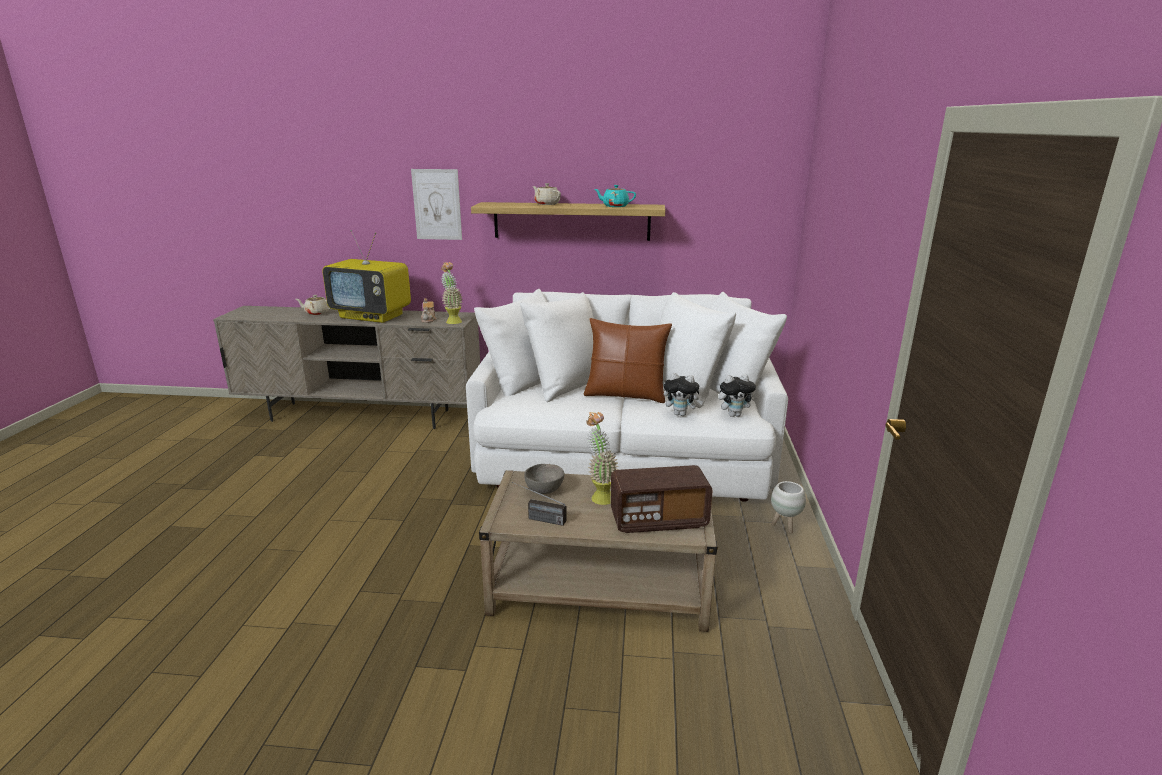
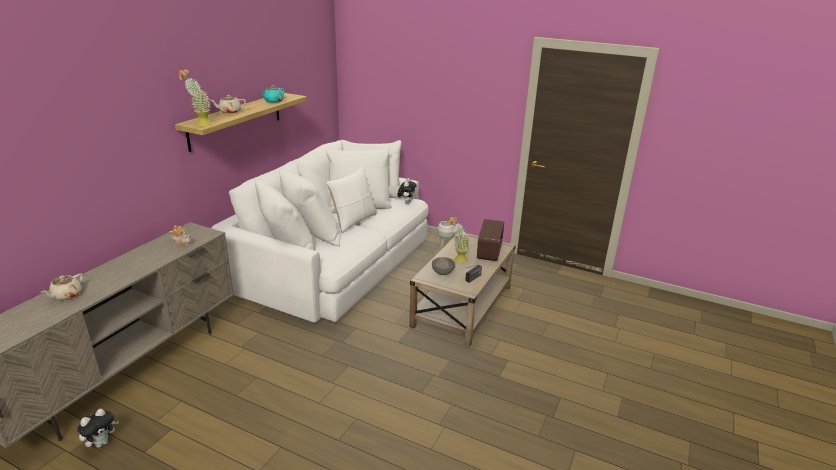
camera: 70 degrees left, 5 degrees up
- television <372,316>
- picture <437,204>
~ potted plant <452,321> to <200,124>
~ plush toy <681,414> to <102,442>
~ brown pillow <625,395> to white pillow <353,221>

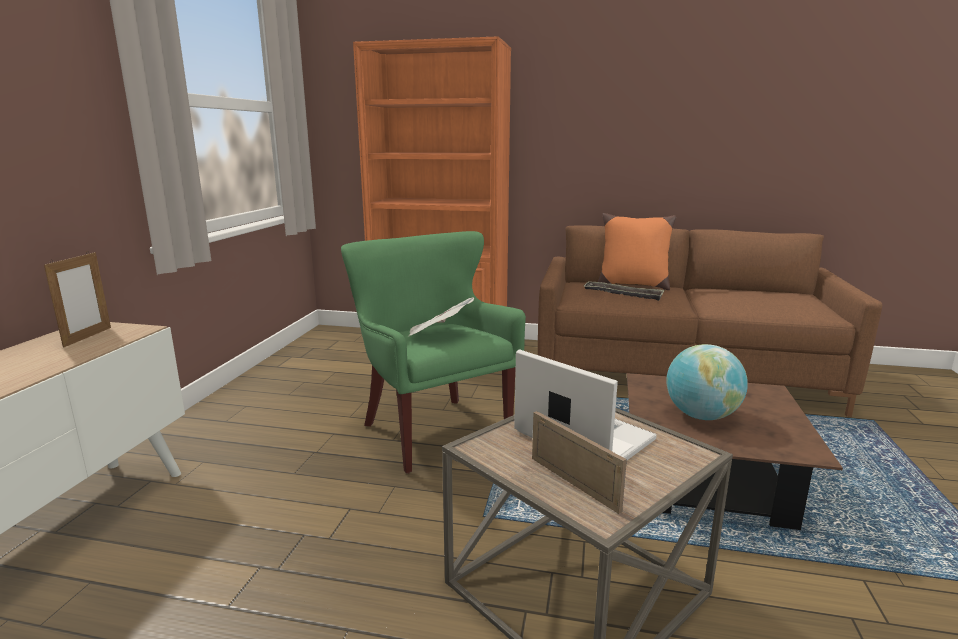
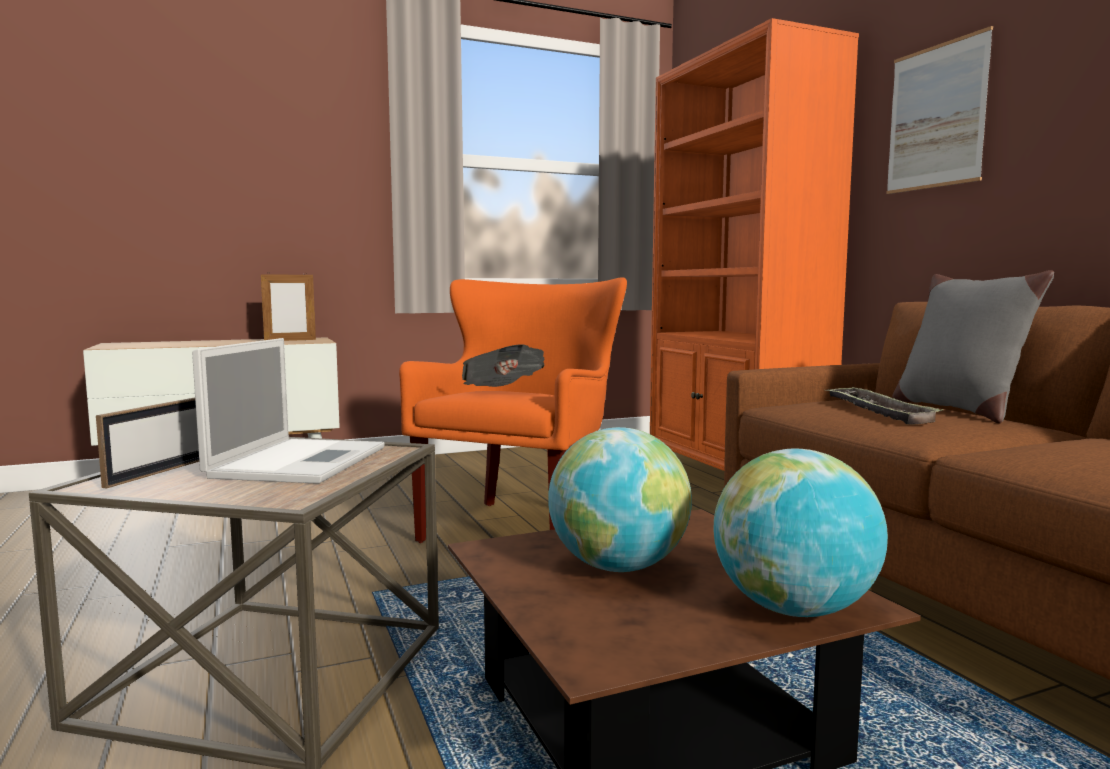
camera: 55 degrees right, 10 degrees down
+ globe <794,609>
+ picture <936,117>
~ green armchair <434,431> to orange armchair <521,529>
~ orange pillow <632,284> to grey pillow <957,410>

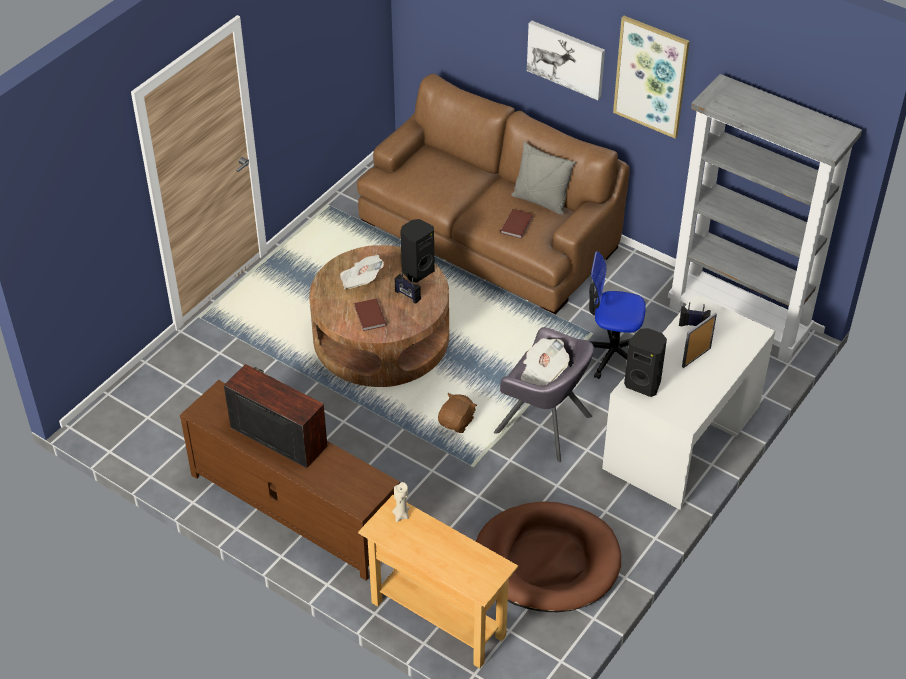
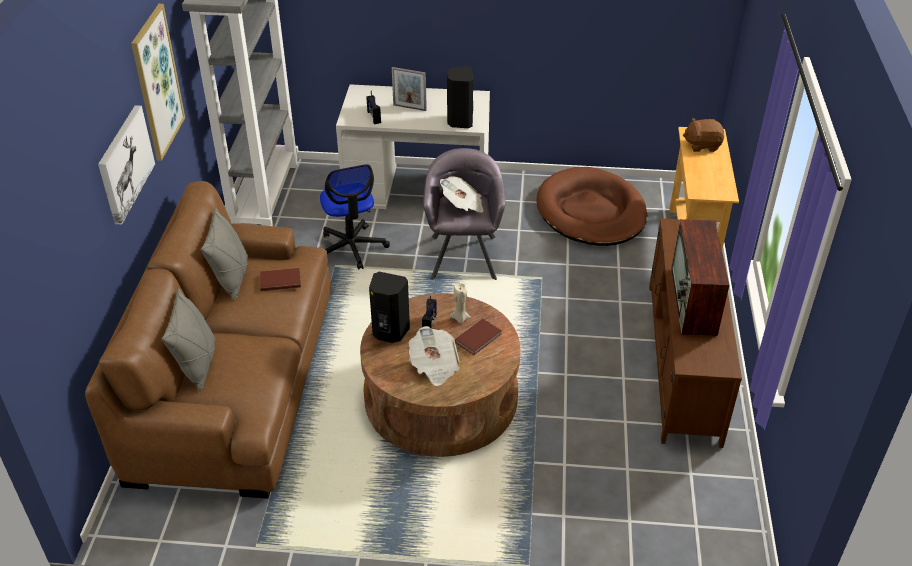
camera: 120 degrees left, 5 degrees down
+ grey pillow <198,364>
~ beige candle <401,515> to <460,319>
~ brown plush toy <457,422> to <702,145>

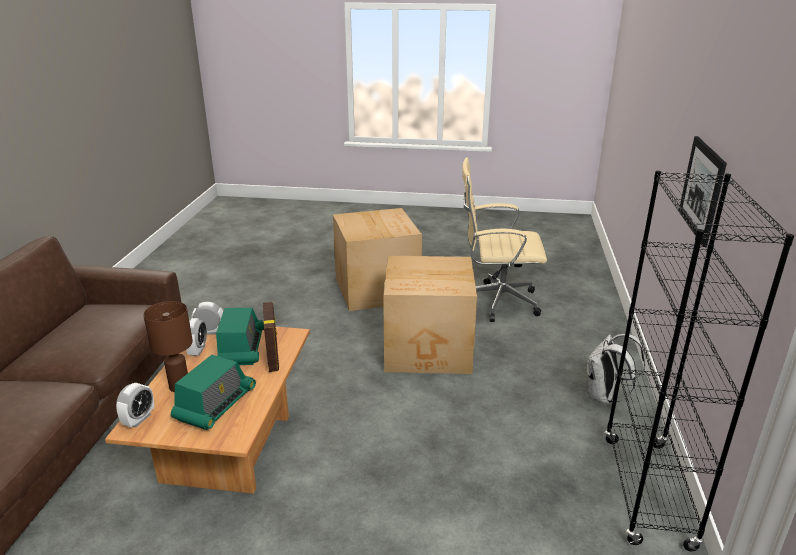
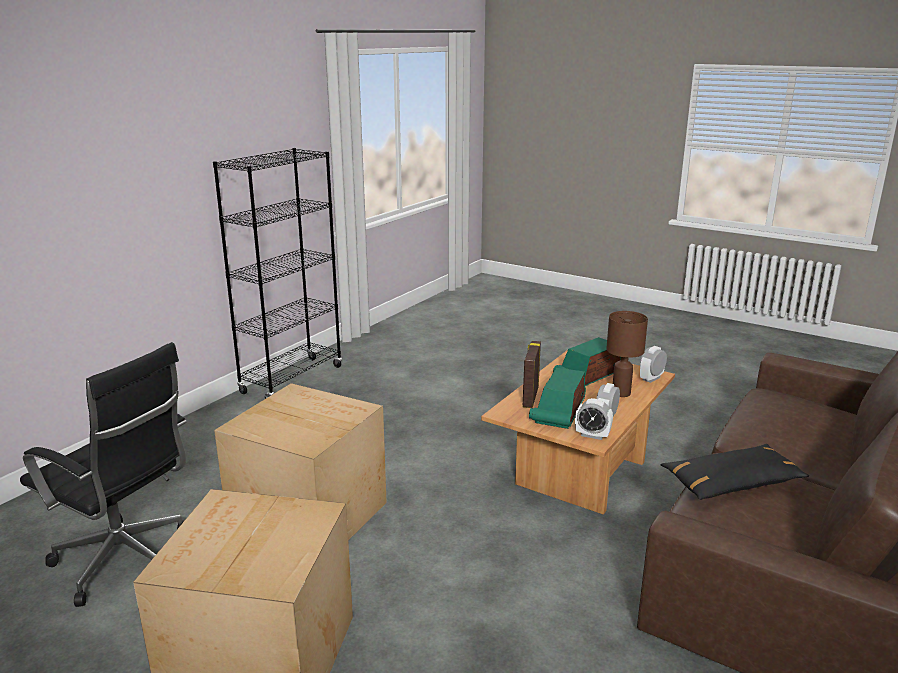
camera: 155 degrees left, 5 degrees down
- white backpack <604,397>
- picture <702,189>
+ black pillow <732,483>
~ beige office chair <496,302> to black office chair <127,562>

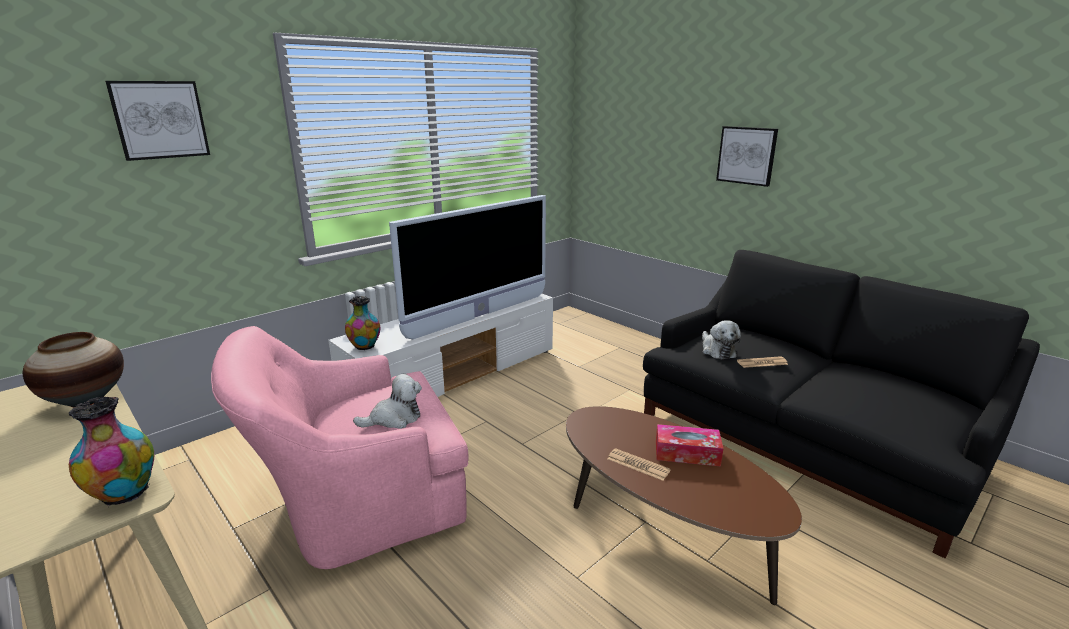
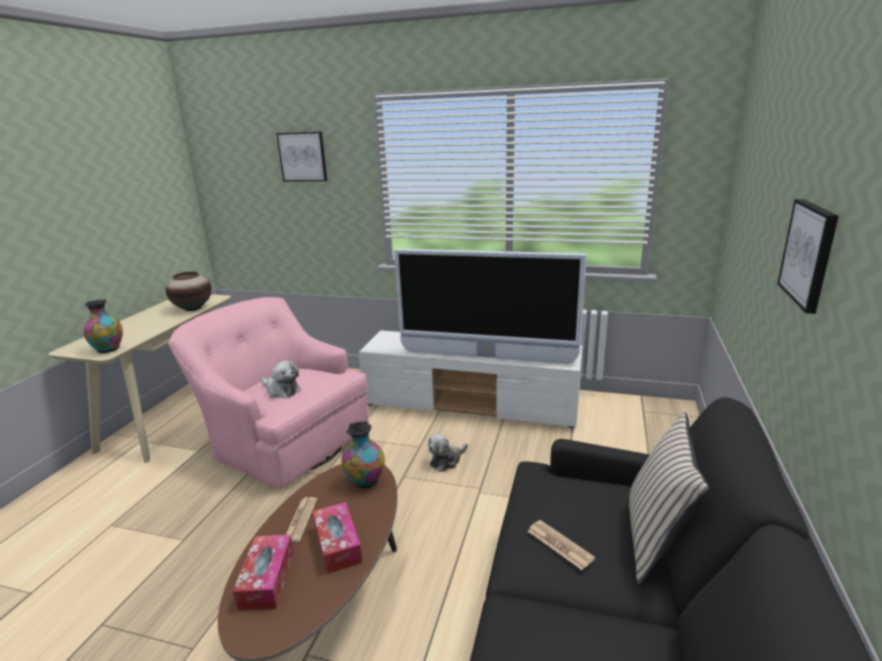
camera: 60 degrees right, 0 degrees up
+ tissue box <267,579>
+ beige pillow <656,538>
~ vase <365,347> to <365,482>
~ plush toy <717,350> to <447,460>

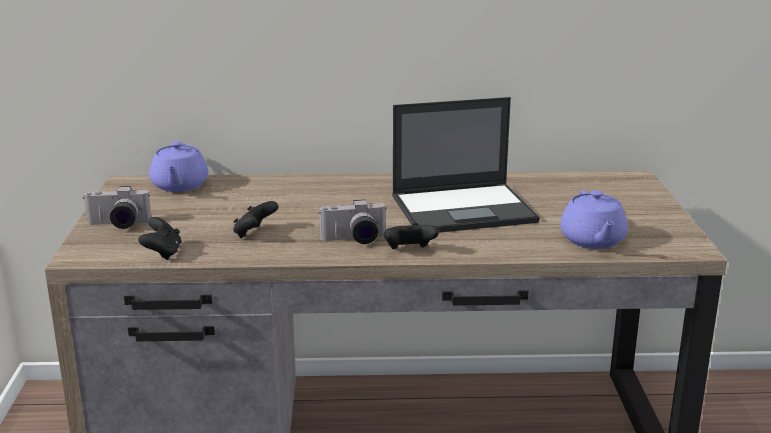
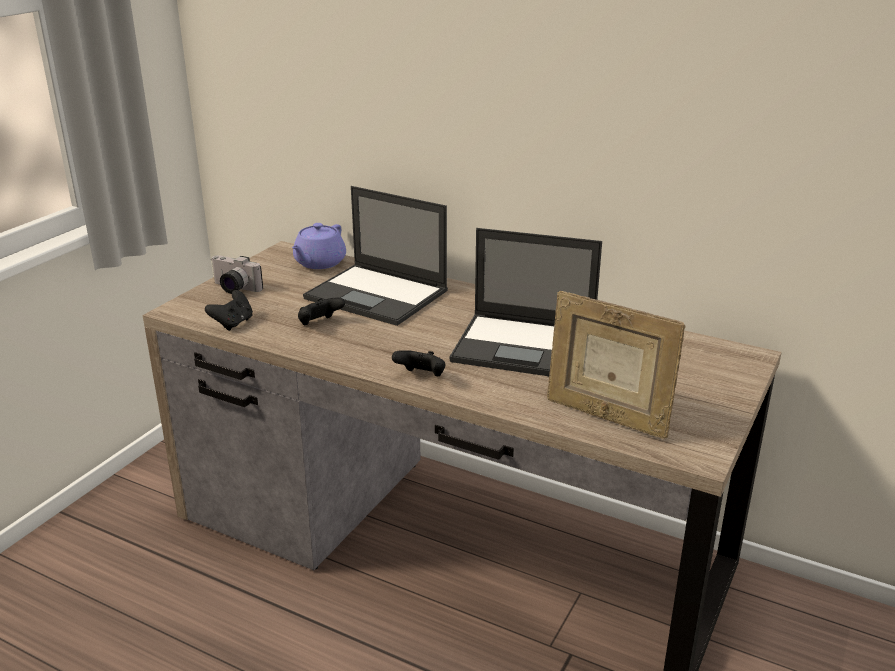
camera: 30 degrees right, 5 degrees up
- photo camera <354,240>
+ laptop <378,295>
~ purple teapot <593,241> to picture frame <606,416>

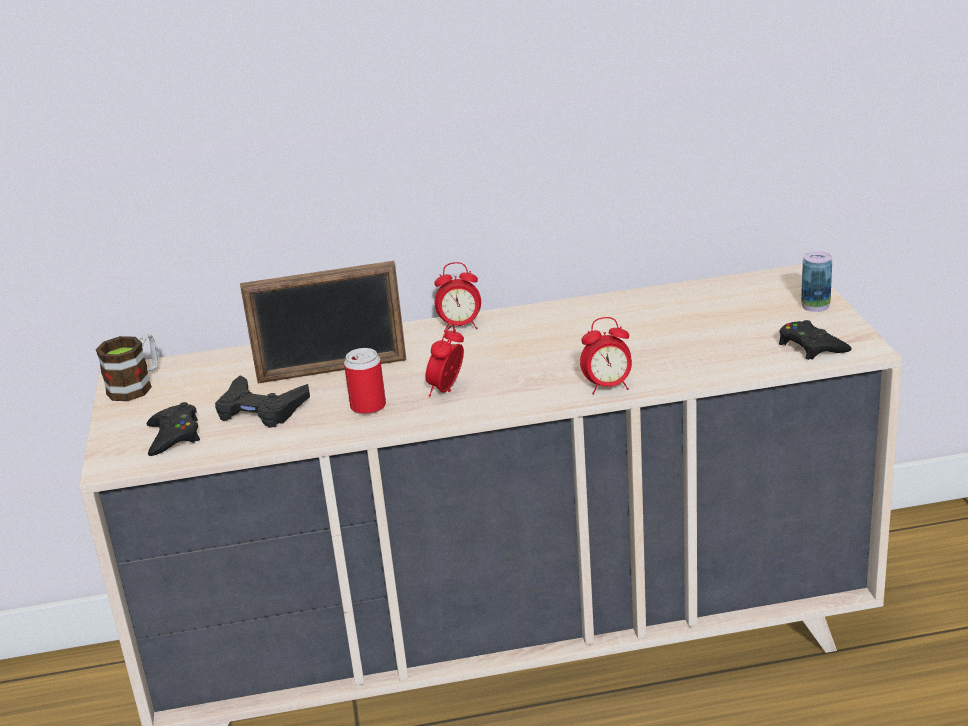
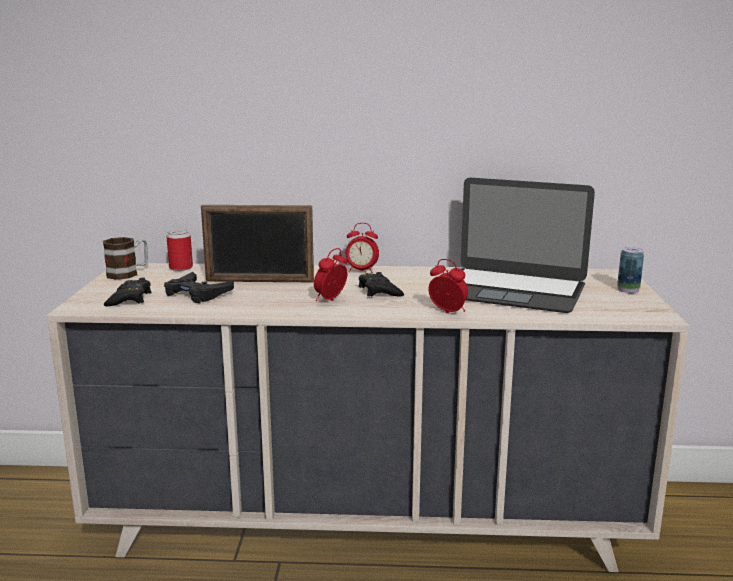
camera: 10 degrees right, 10 degrees down
+ laptop <511,290>
~ can <368,407> to <181,268>
~ black game controller <811,346> to <379,291>
~ alarm clock <608,387> = <448,312> 150 degrees counterclockwise

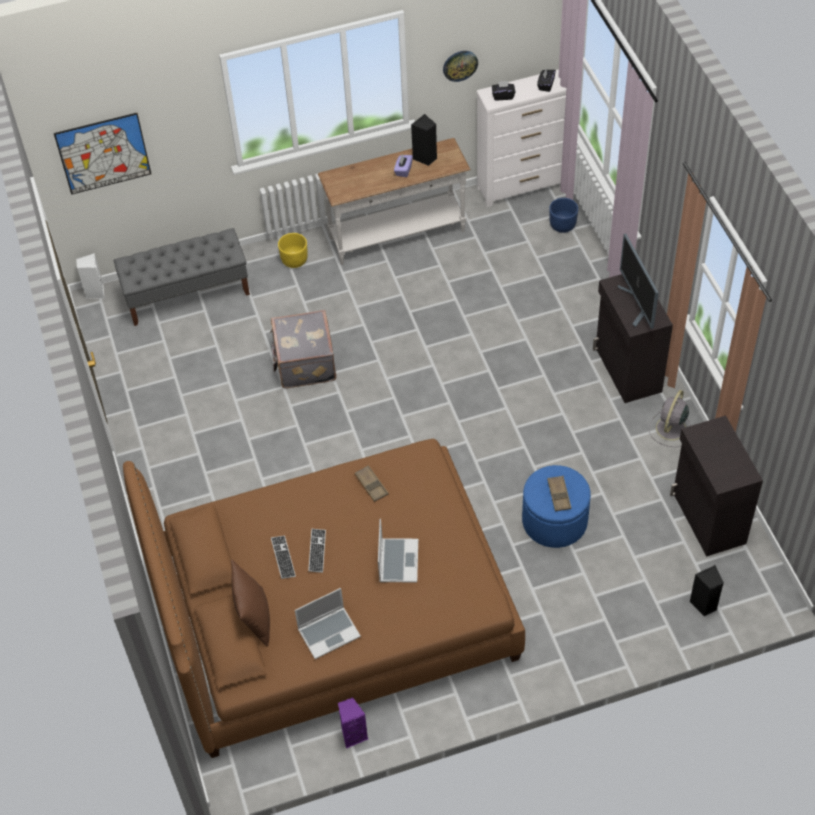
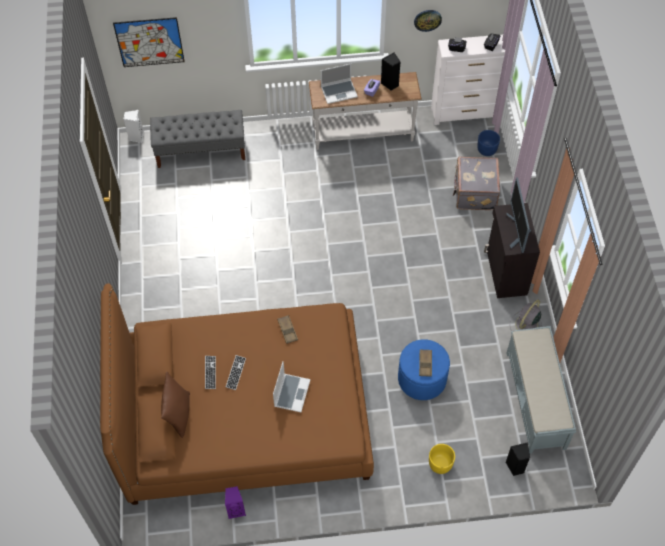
camera: 10 degrees right, 5 degrees up
~ grey suitcase <304,363> to <474,193>
~ yellow planter <294,260> to <440,464>
~ laptop <329,632> to <339,91>
~ black cabinet <707,518> to grey bench <535,400>

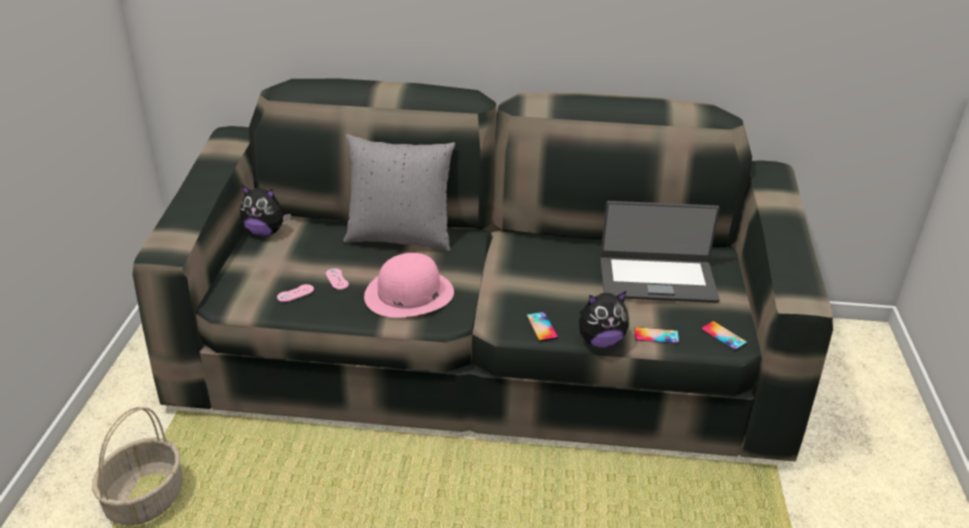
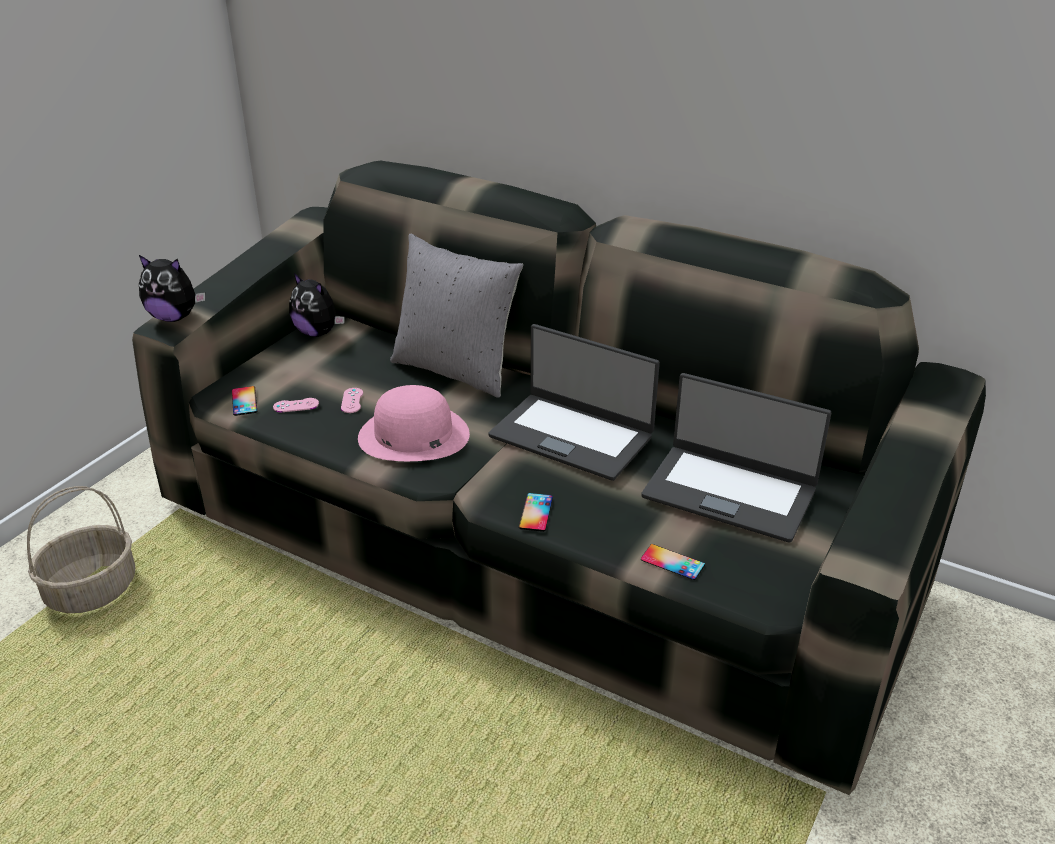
camera: 25 degrees right, 0 degrees up
+ laptop <572,435>
~ plush toy <600,341> to <174,317>
~ phone <724,336> to <244,401>

